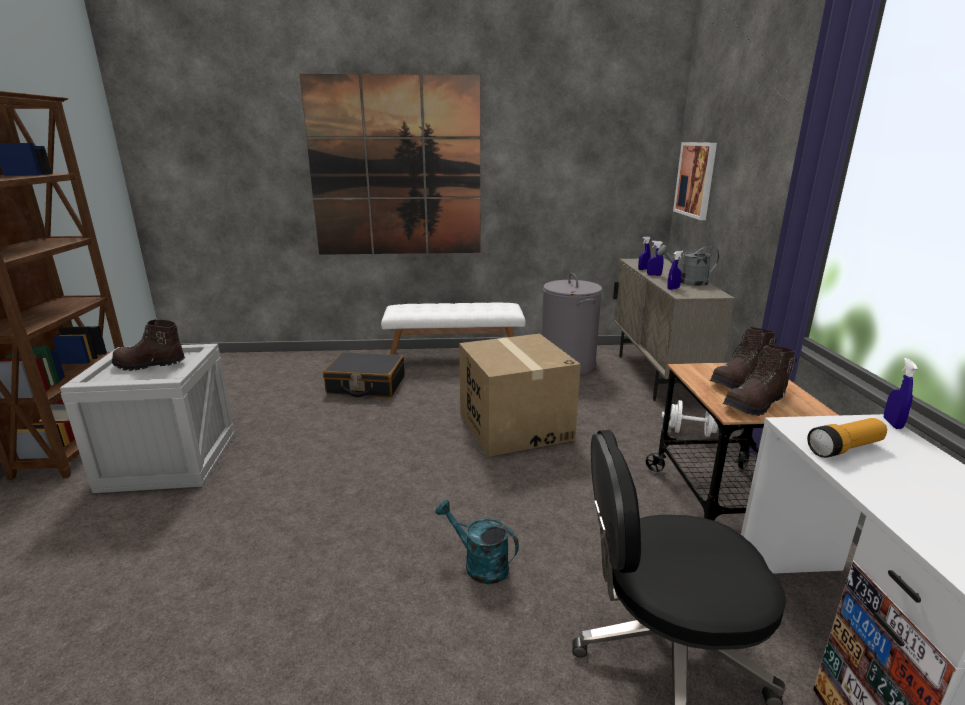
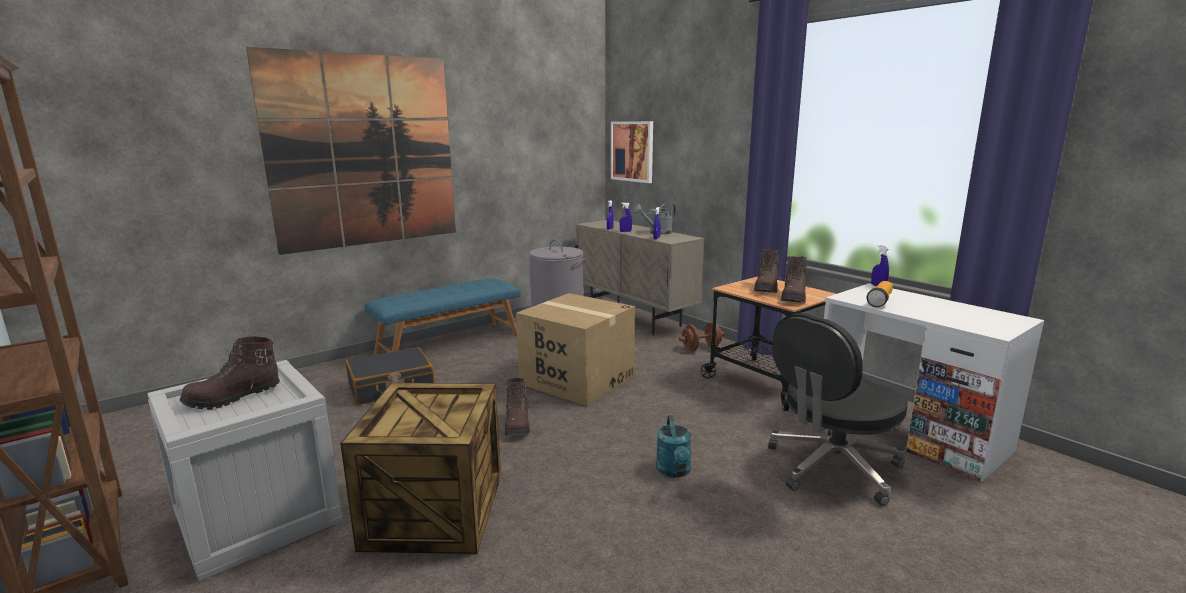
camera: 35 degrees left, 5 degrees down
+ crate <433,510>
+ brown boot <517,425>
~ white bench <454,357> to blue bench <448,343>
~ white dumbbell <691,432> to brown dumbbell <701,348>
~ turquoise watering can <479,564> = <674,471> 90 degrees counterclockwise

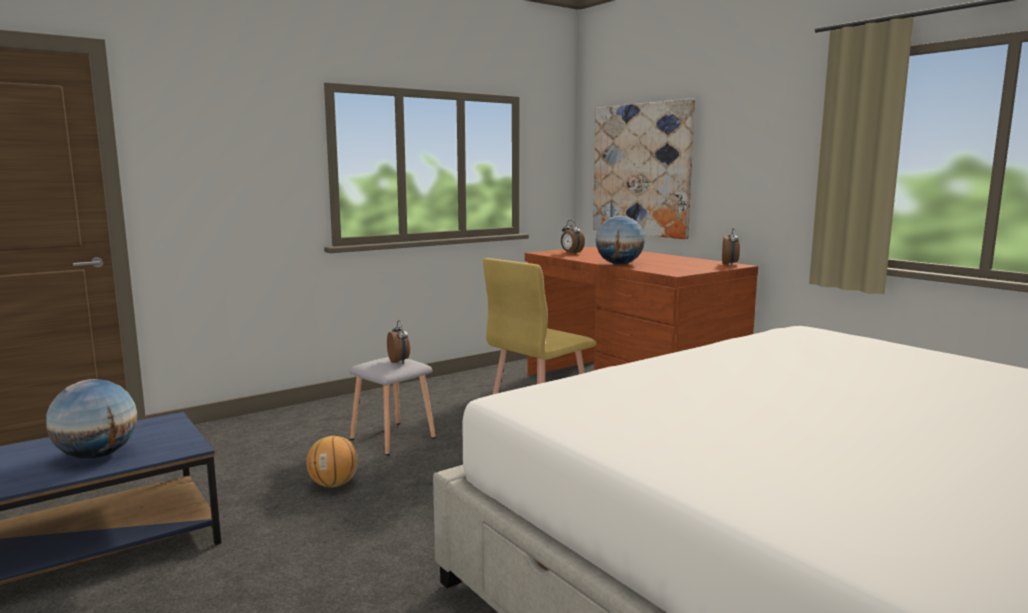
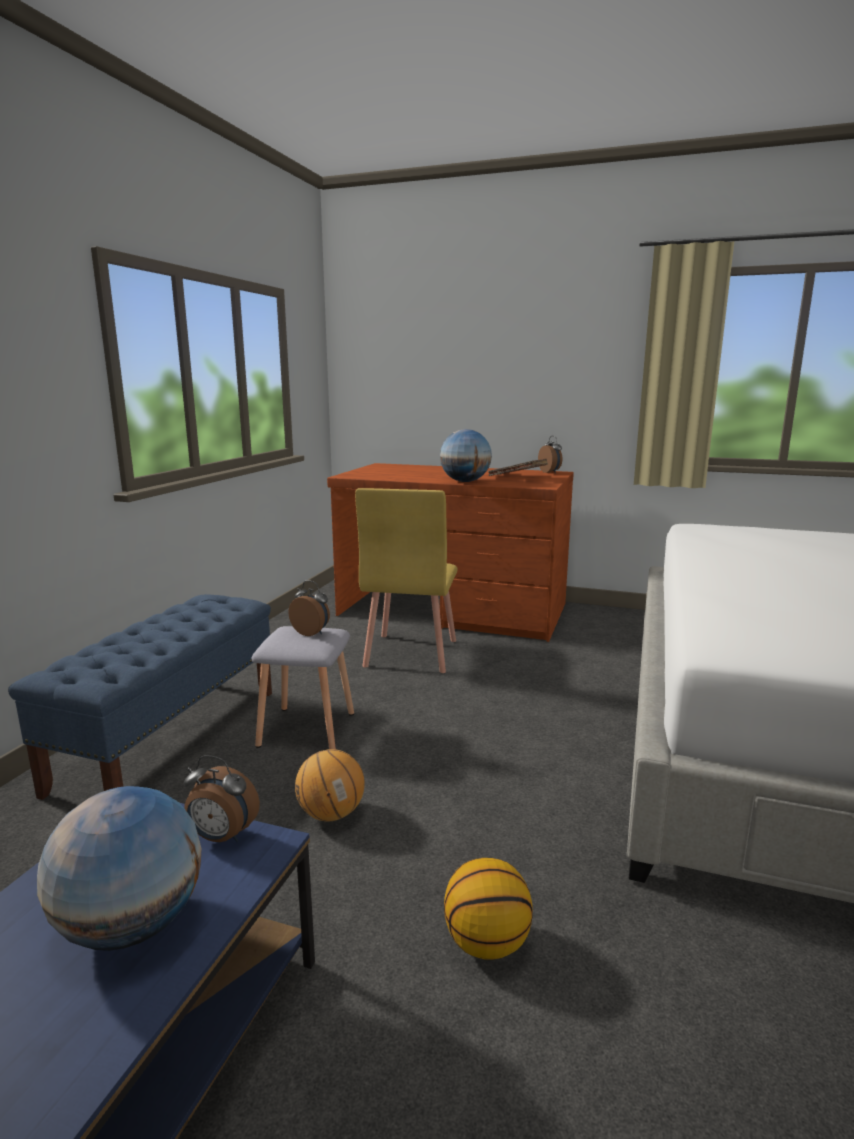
camera: 35 degrees left, 5 degrees up
- picture <641,170>
+ blue bench <171,738>
+ basketball <486,942>
+ brown book <517,477>
~ alarm clock <571,253> to <222,837>

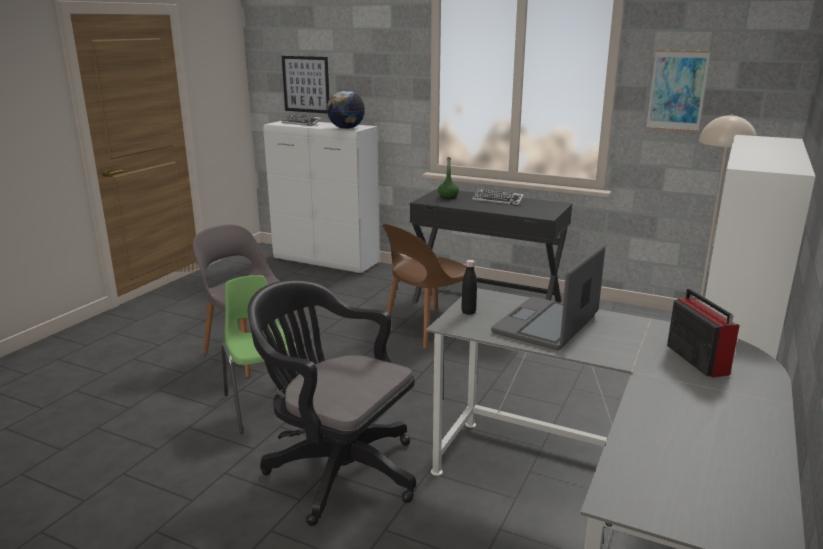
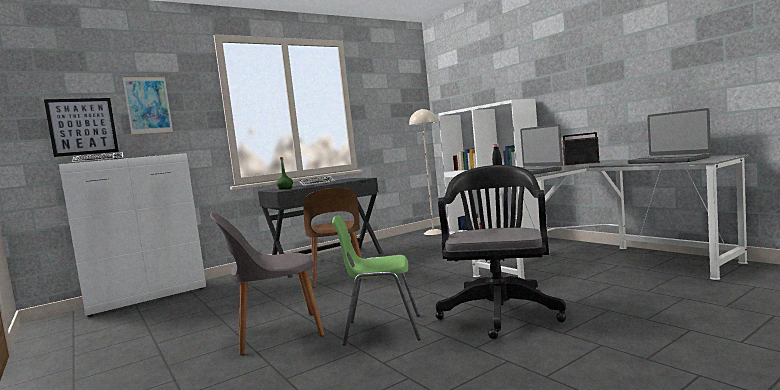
camera: 60 degrees left, 15 degrees down
- globe <346,128>
+ laptop <668,160>
~ picture <677,90> to <148,105>
~ black office chair <336,469> = <500,310> 135 degrees clockwise

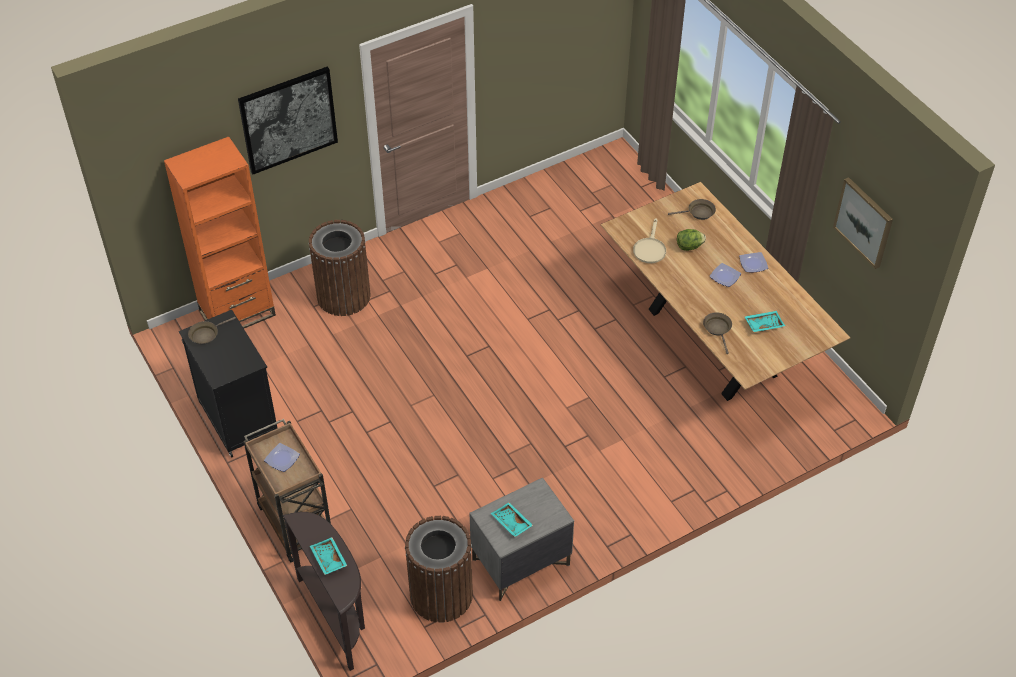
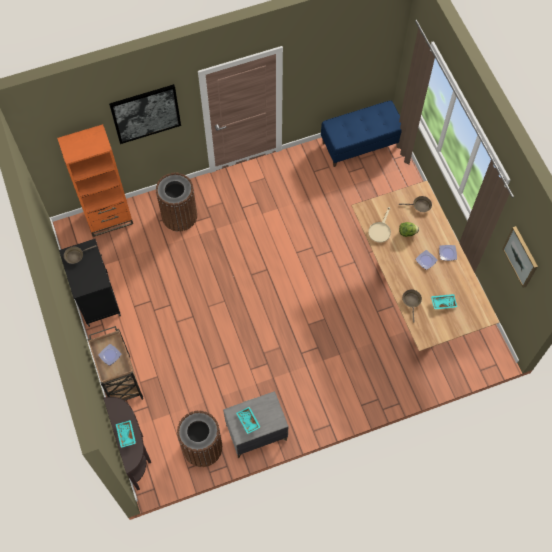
camera: 10 degrees right, 15 degrees up
+ blue bench <361,143>

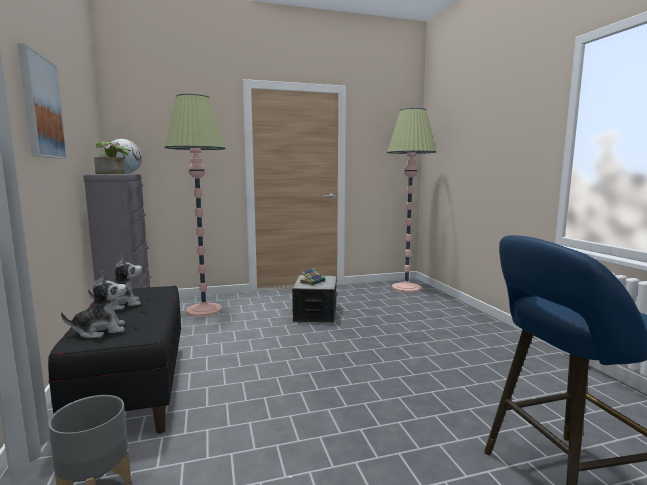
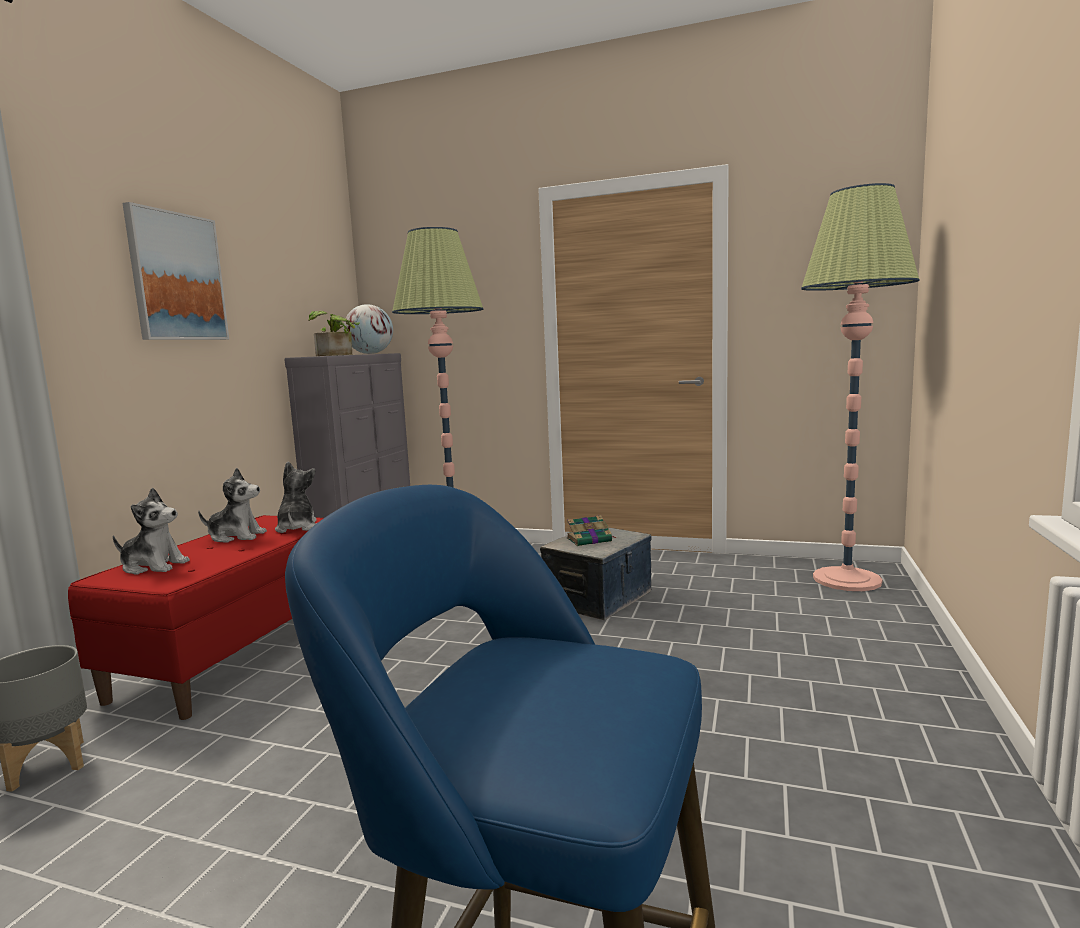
camera: 35 degrees right, 0 degrees up
+ plush toy <297,528>
~ black bench <133,388> to red bench <238,653>

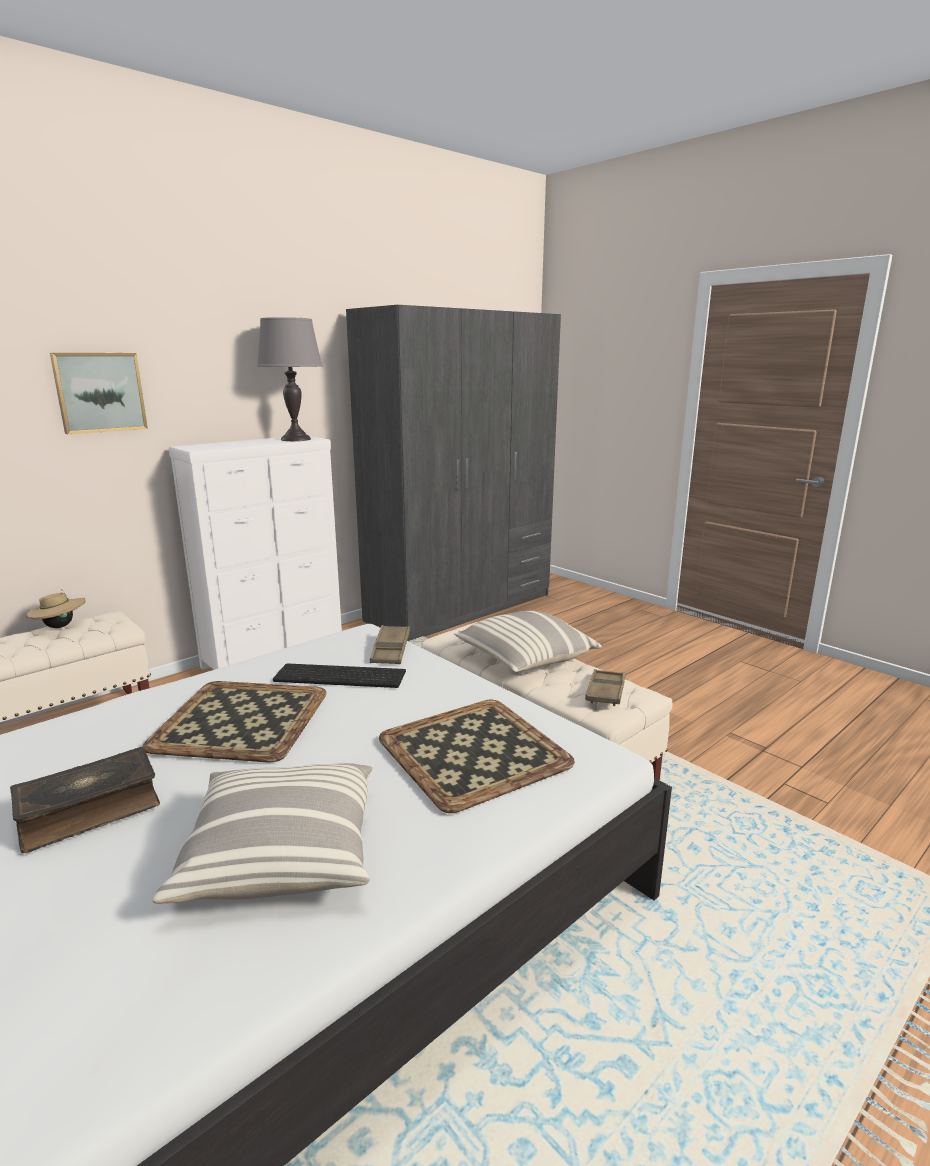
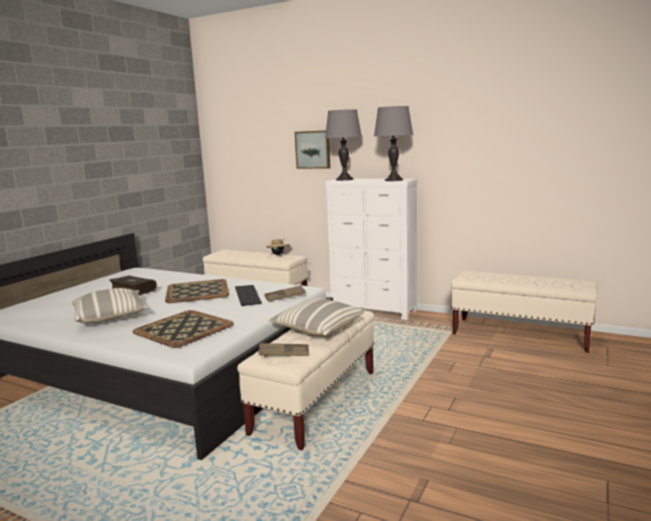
camera: 70 degrees right, 5 degrees down
+ grey table lamp <344,179>
~ grey wardrobe <461,607> to beige bench <520,335>

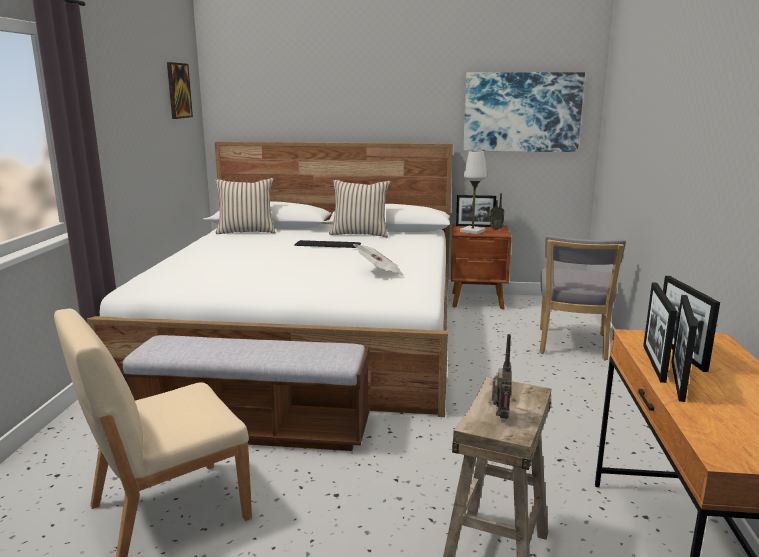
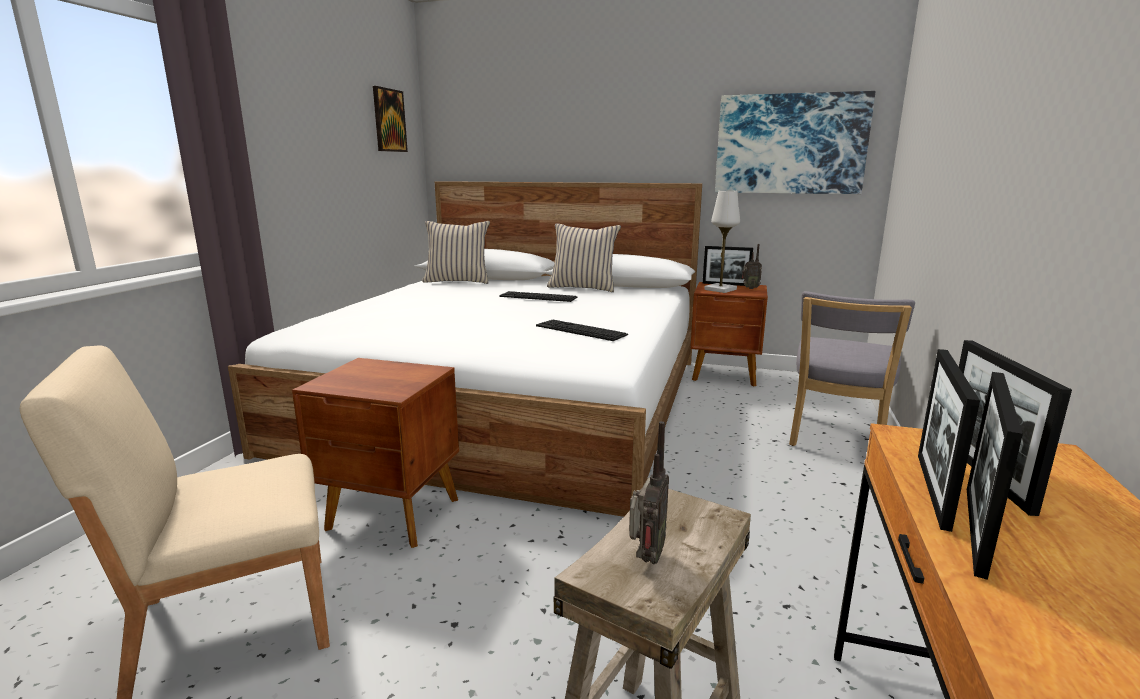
camera: 10 degrees right, 0 degrees up
~ bench <253,429> to brown nightstand <393,515>
~ newspaper <379,273> to keyboard <580,330>

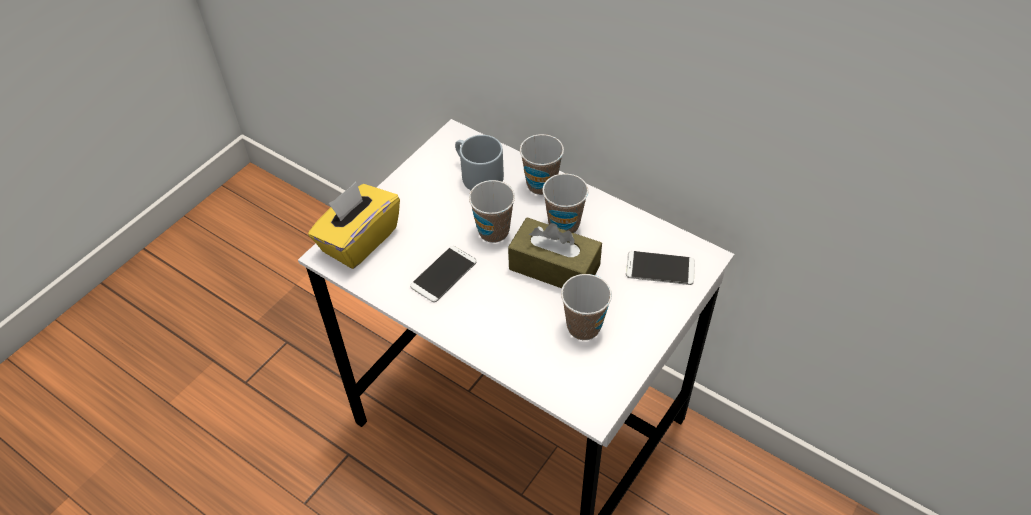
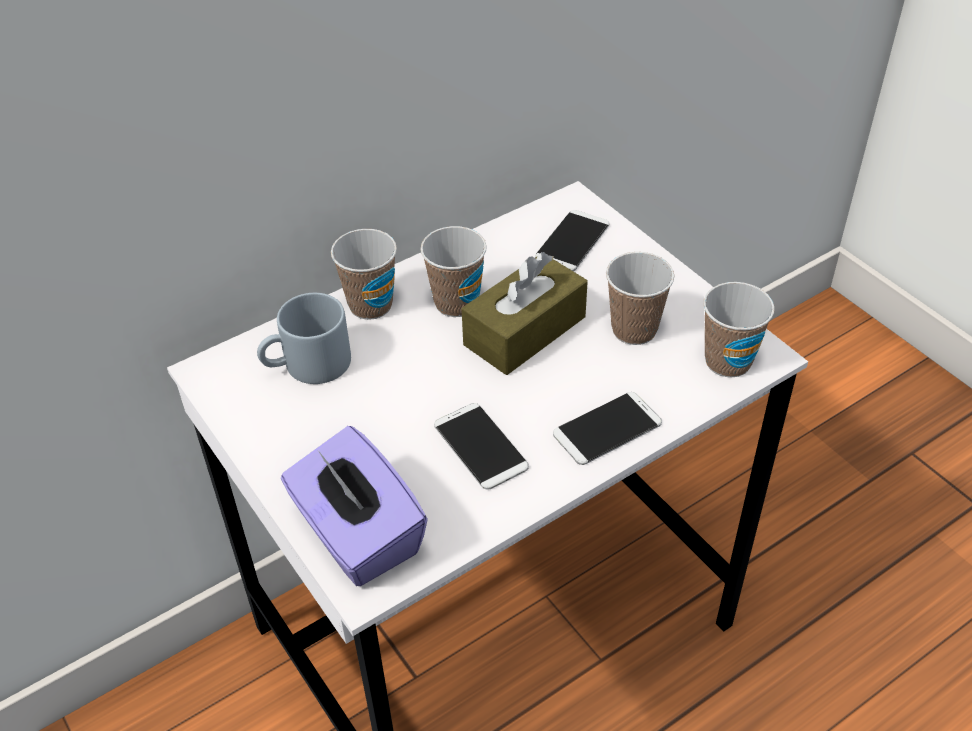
camera: 70 degrees left, 5 degrees down
+ phone <607,429>
~ cup <493,231> to <728,362>
~ yellow tissue box <359,240> to purple tissue box <357,535>

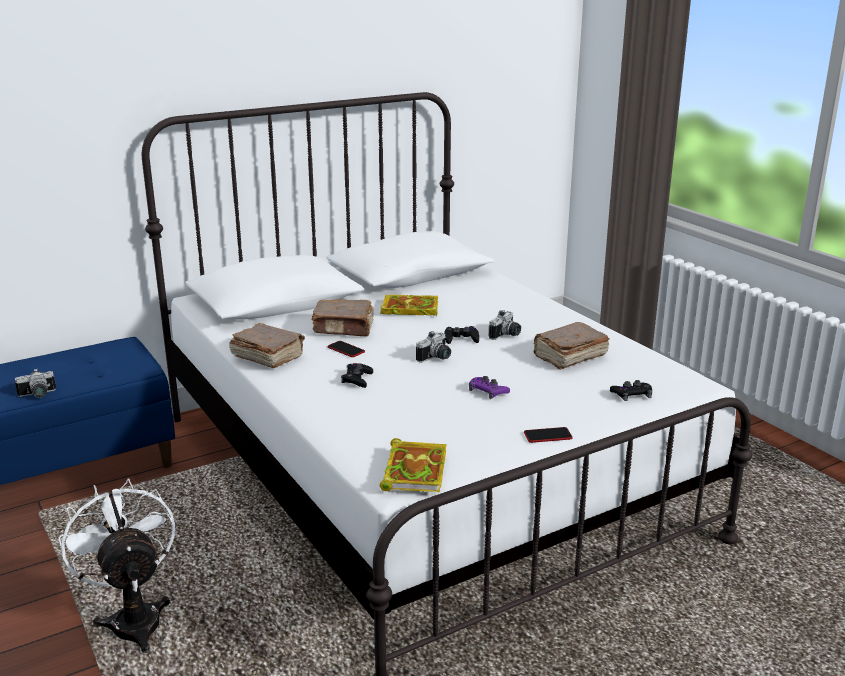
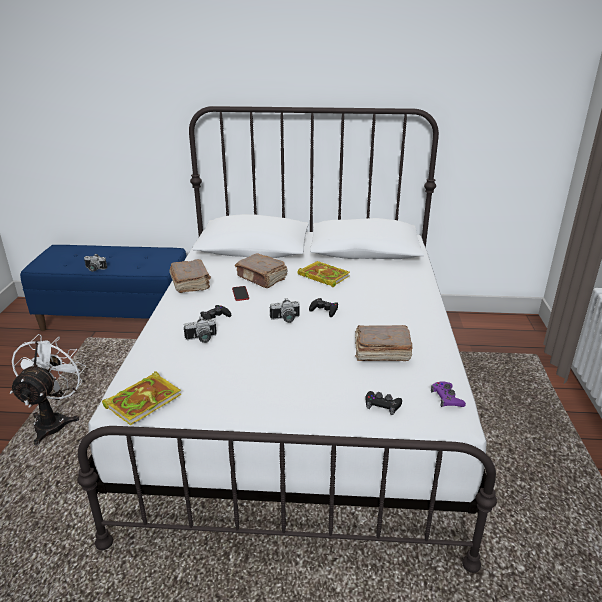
camera: 35 degrees right, 5 degrees up
- phone <547,436>
~ purple game controller <488,391> to <446,398>
~ photo camera <506,335> to <202,339>

